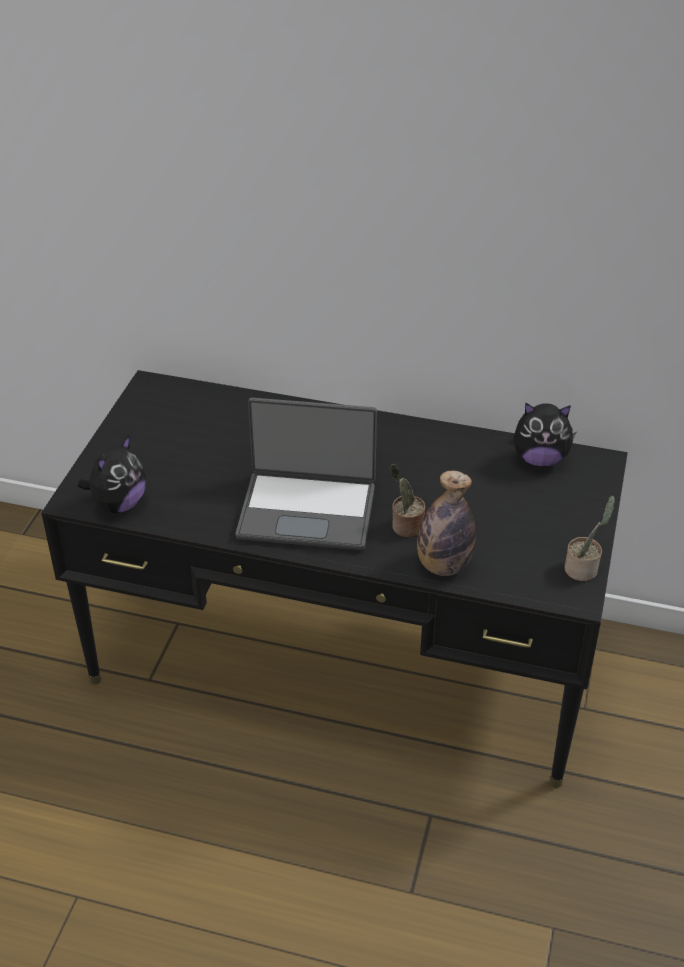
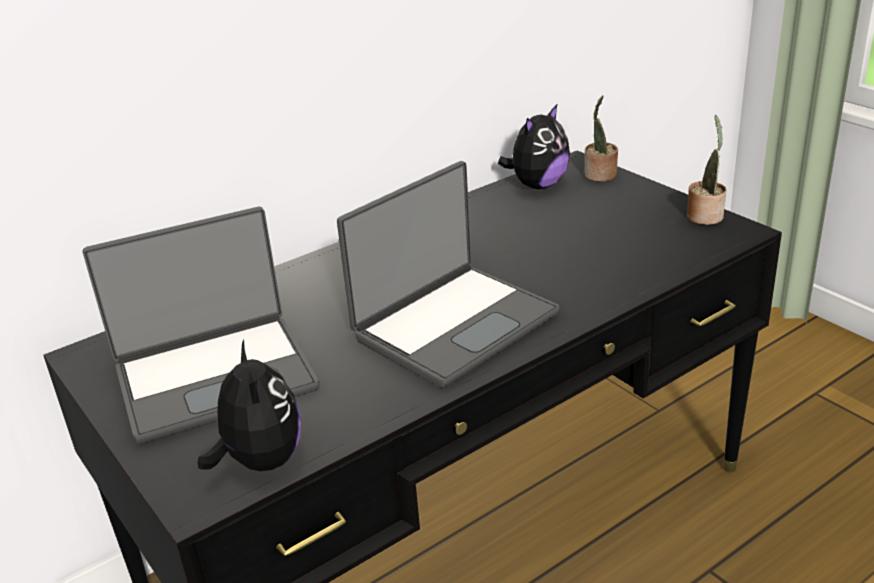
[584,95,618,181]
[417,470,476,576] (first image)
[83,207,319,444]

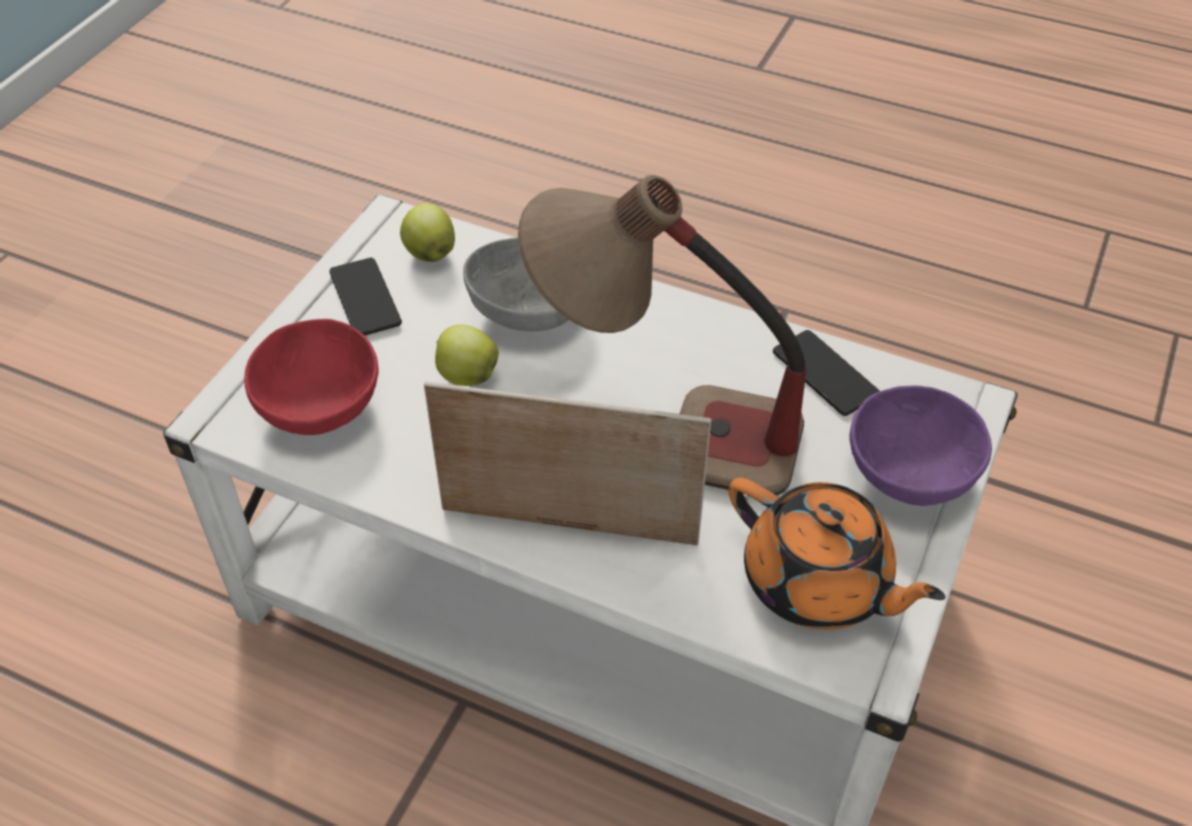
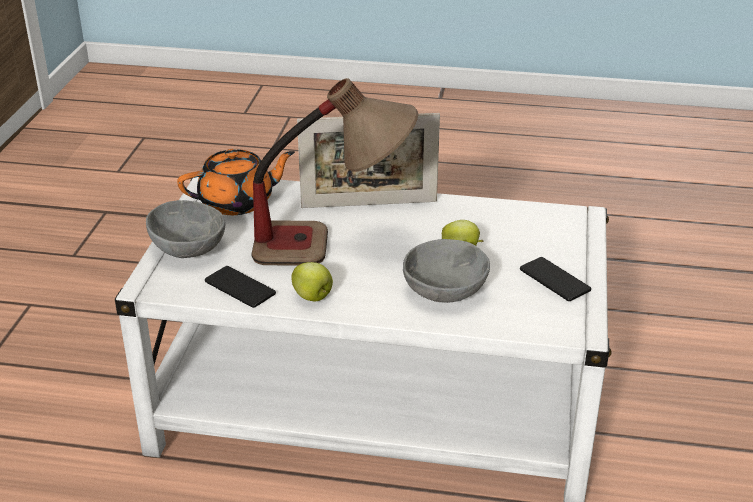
[244,319,379,435] (first image)
[291,262,333,301]
[177,149,295,215]
[146,200,225,258]

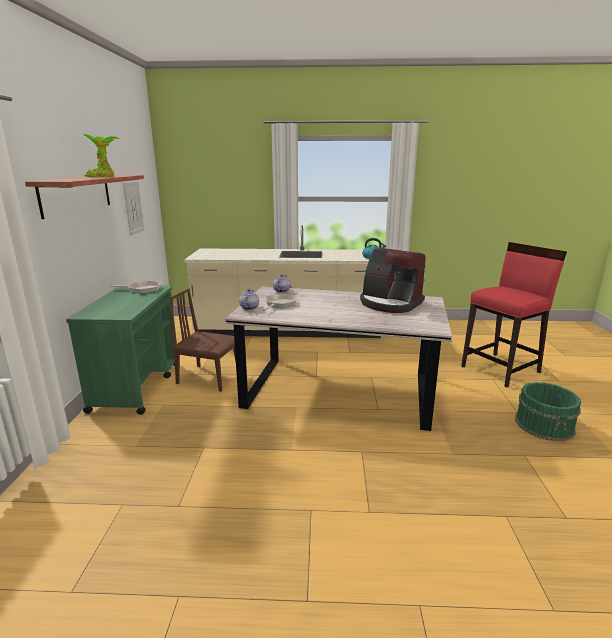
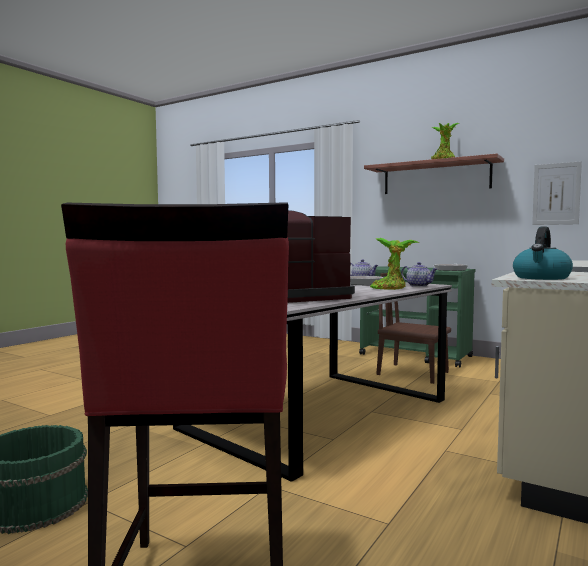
[376,273,451,384]
[370,238,419,290]

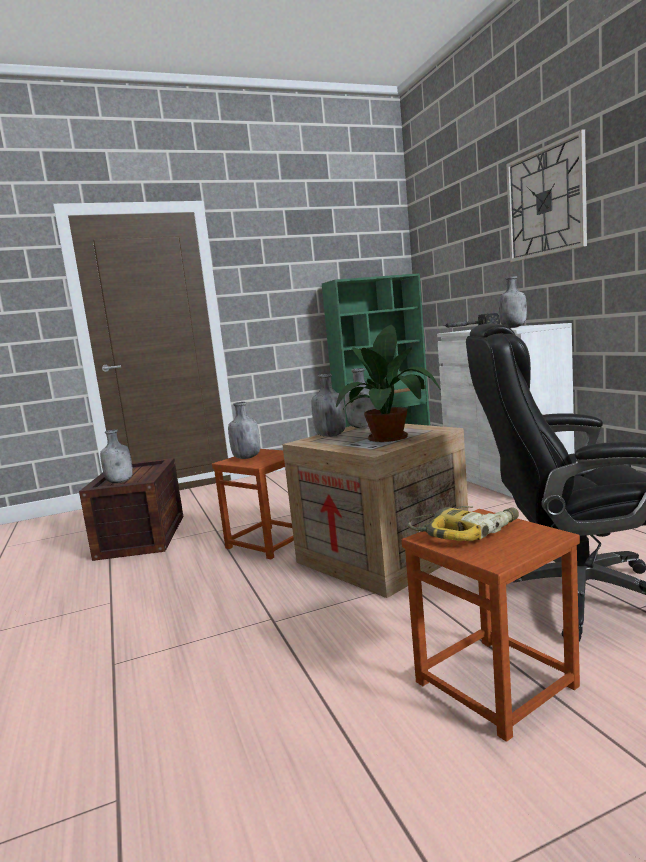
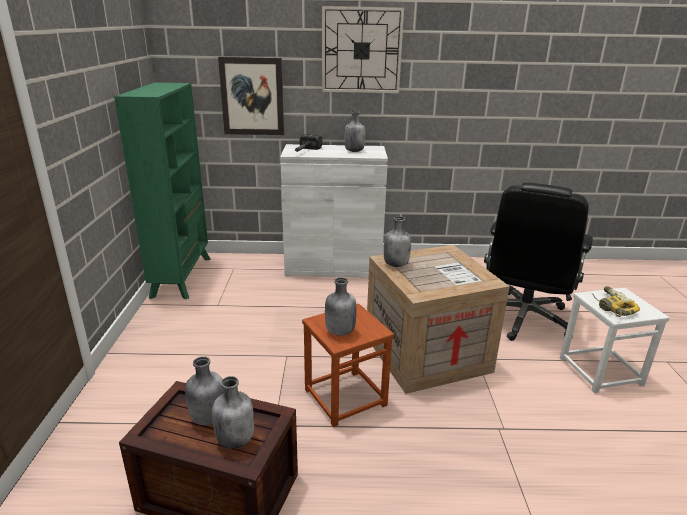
[185,356,224,425]
[336,325,441,442] (first image)
[559,288,670,393]
[218,57,284,135]

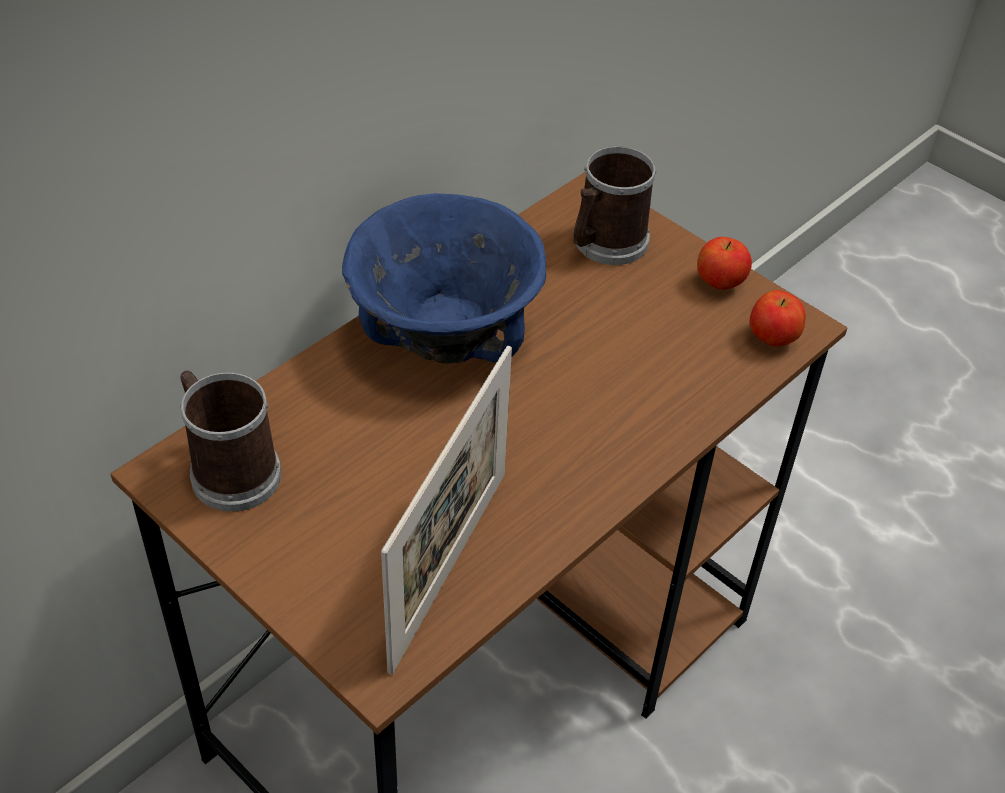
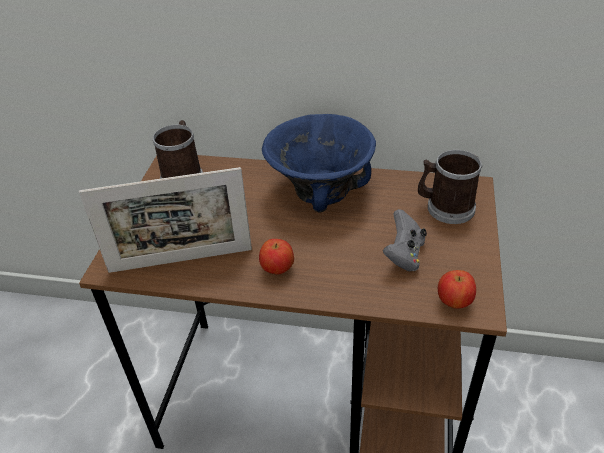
[259,239,294,275]
[383,209,427,271]

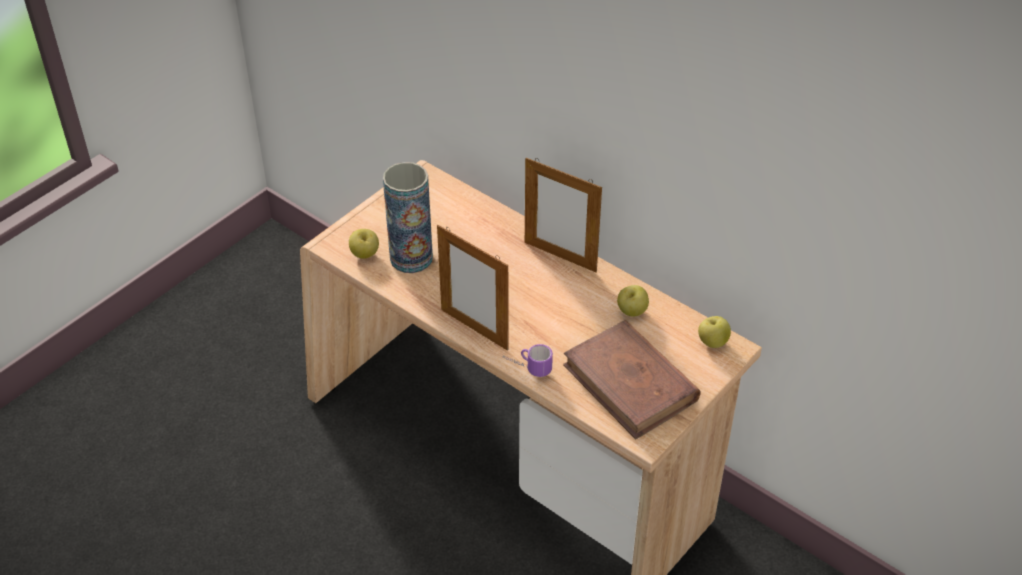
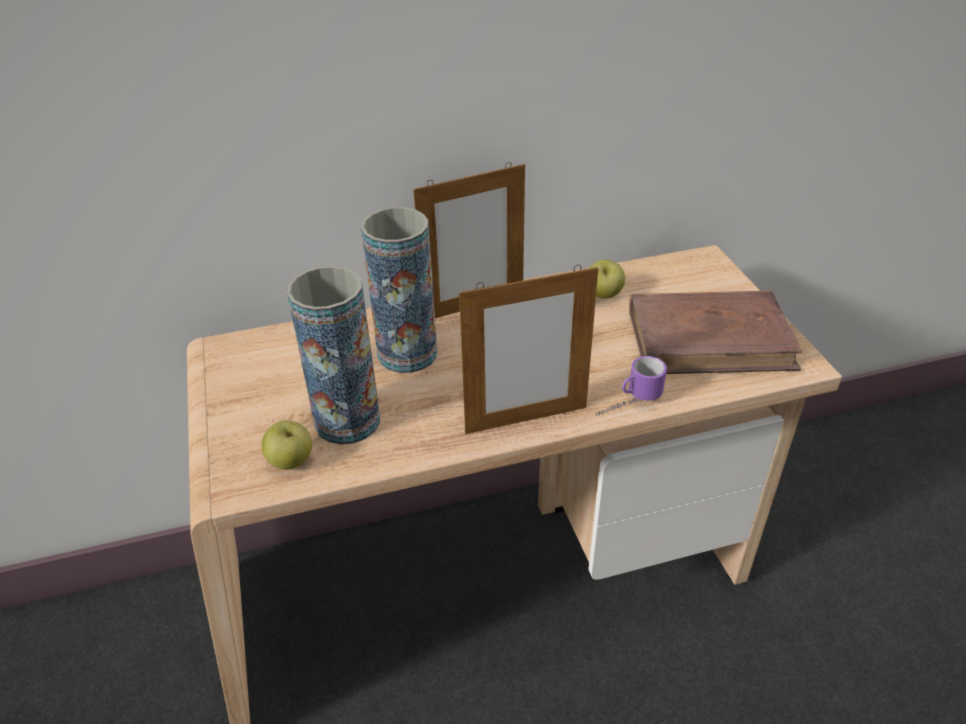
[698,316,731,348] (first image)
[361,207,437,373]

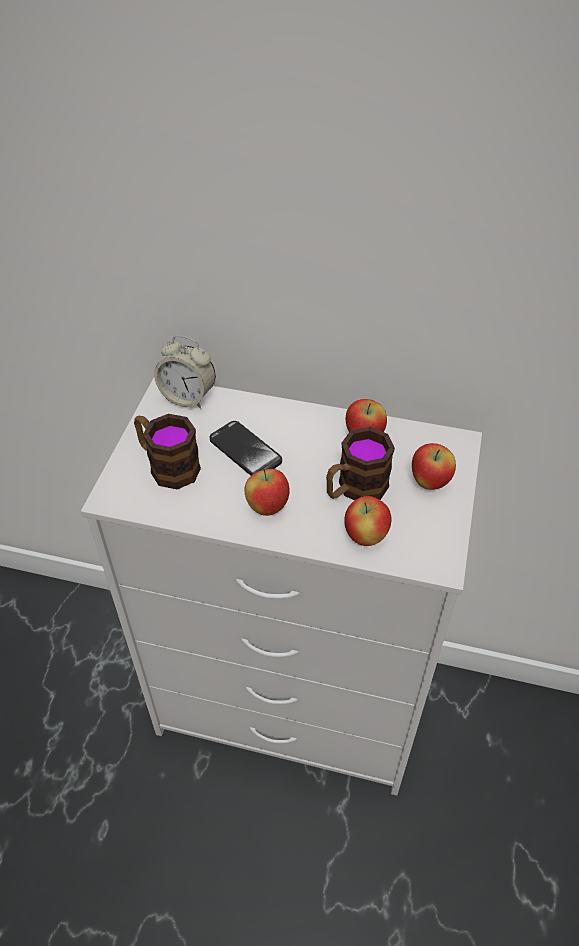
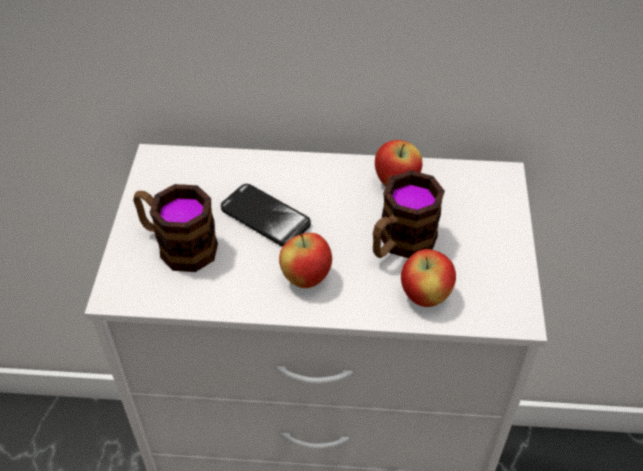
[154,336,216,409] (first image)
[412,443,456,490] (first image)

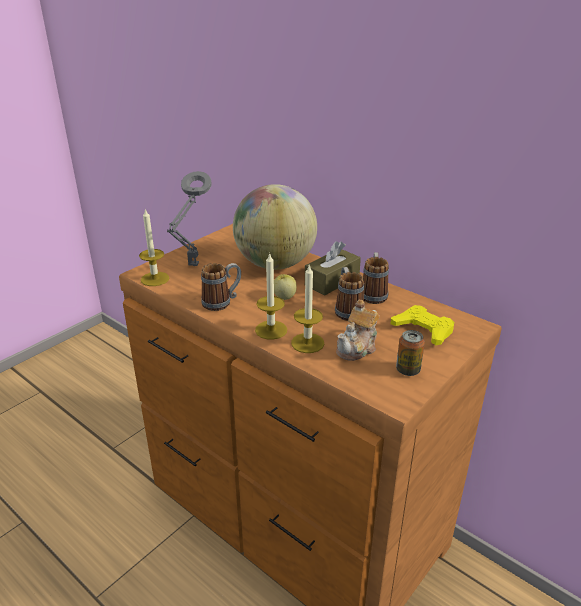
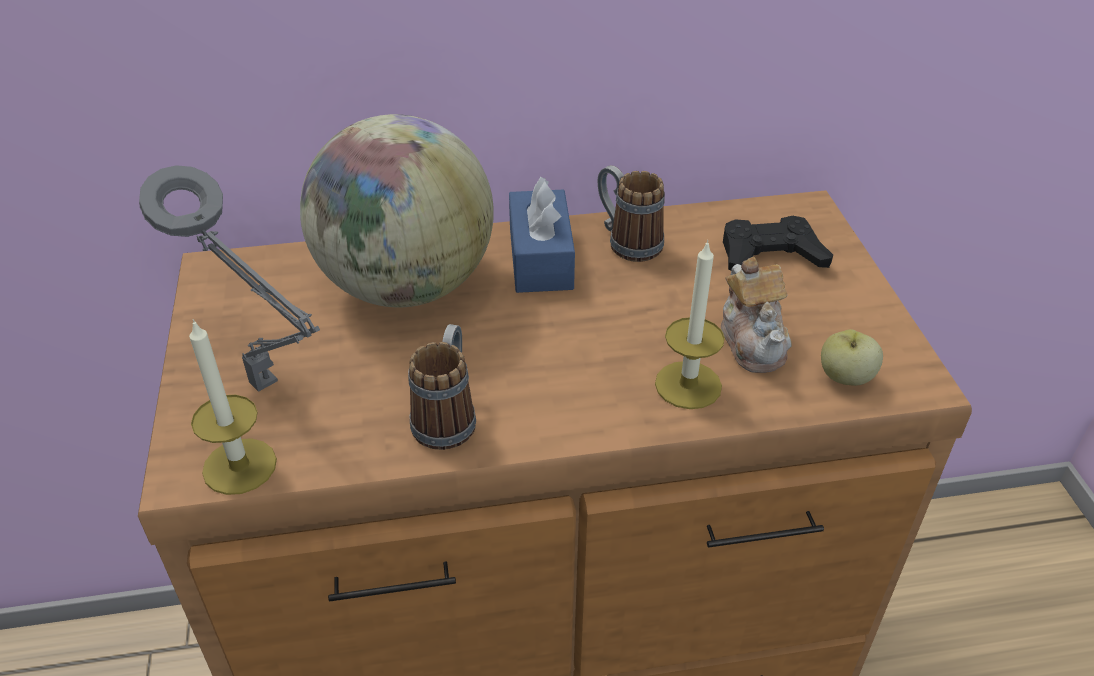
[255,252,287,340] (first image)
[821,329,883,386]
[509,177,575,293]
[335,267,364,321] (first image)
[723,216,833,271]
[396,330,425,376] (first image)

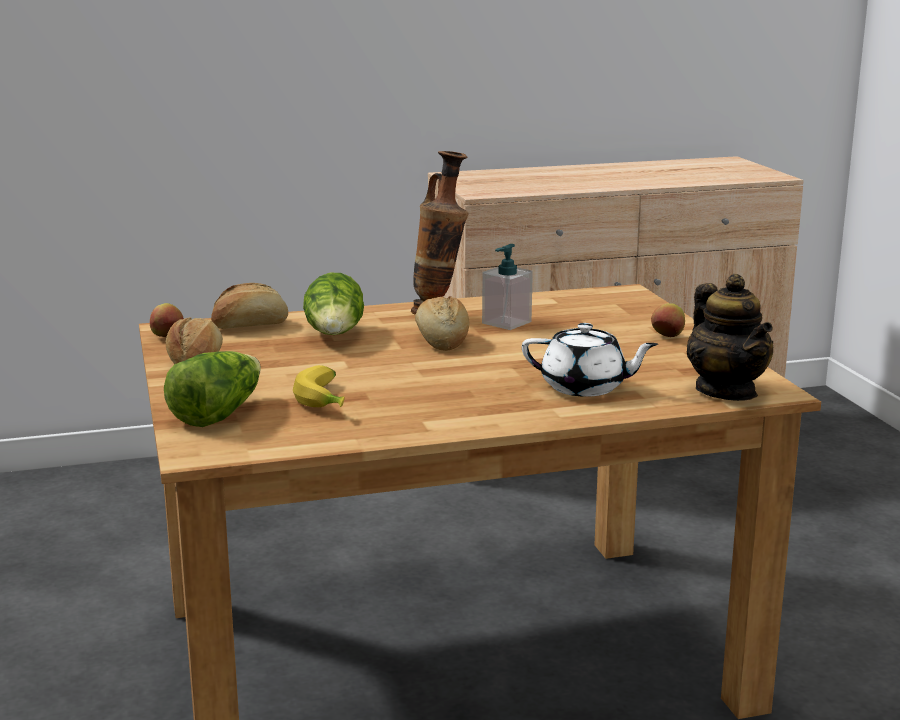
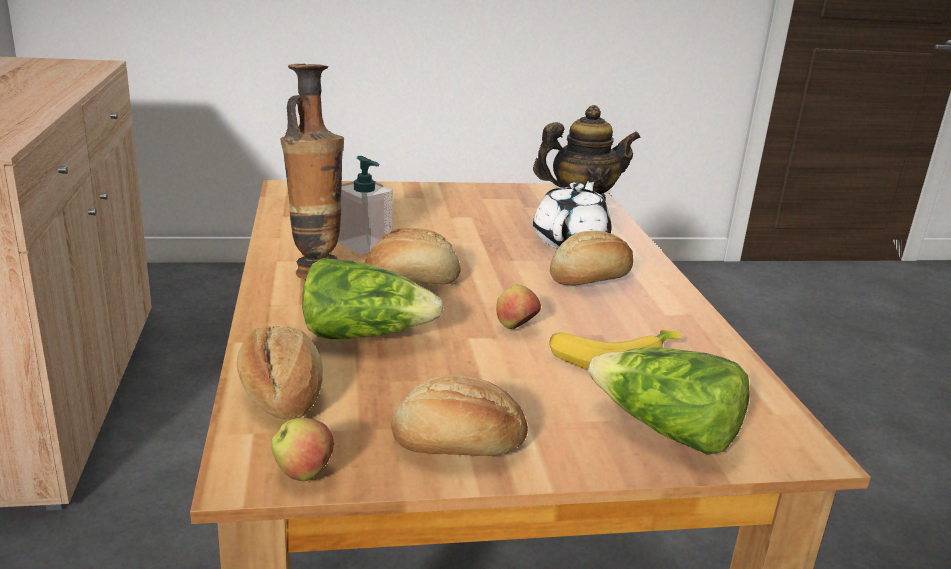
[496,285,541,329]
[550,231,633,285]

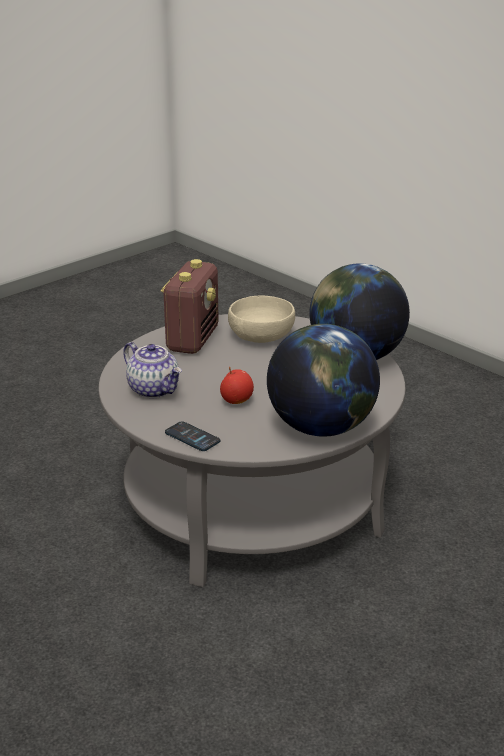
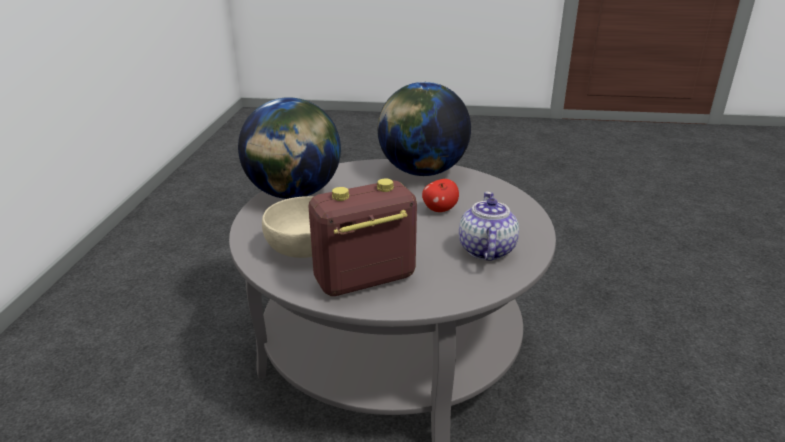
[165,421,220,451] (first image)

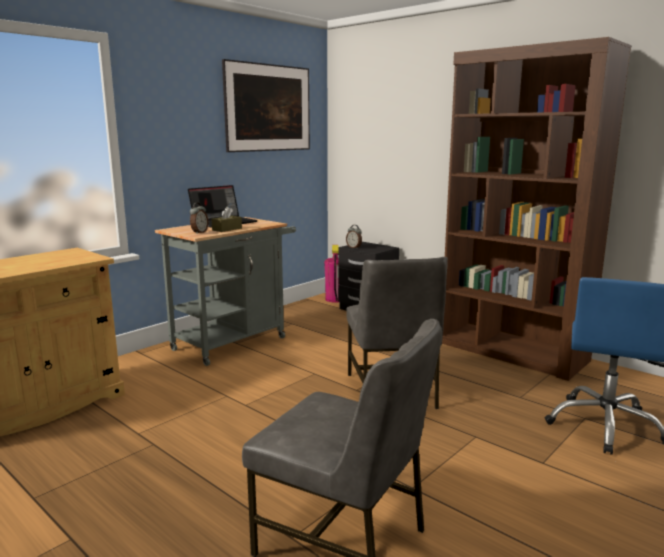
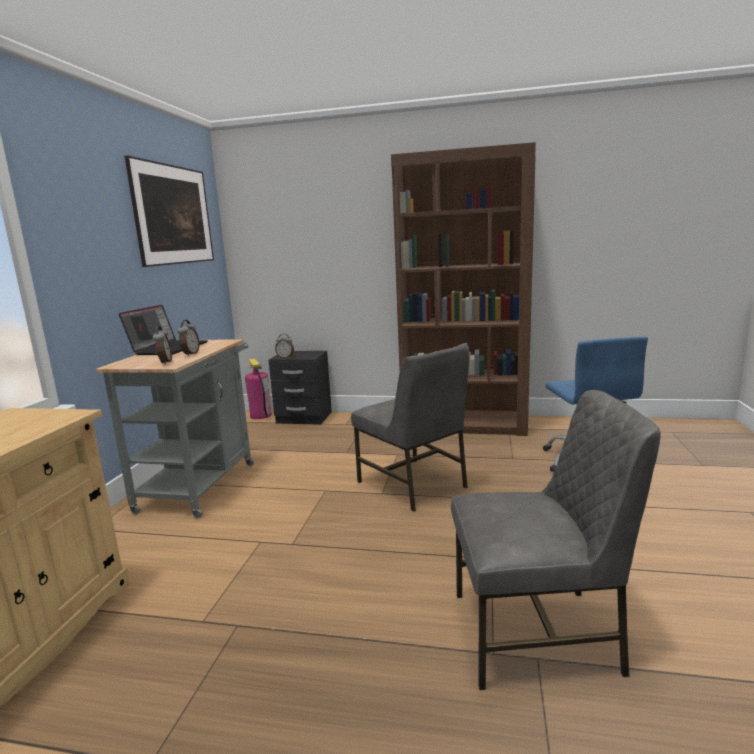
[177,320,200,356]

